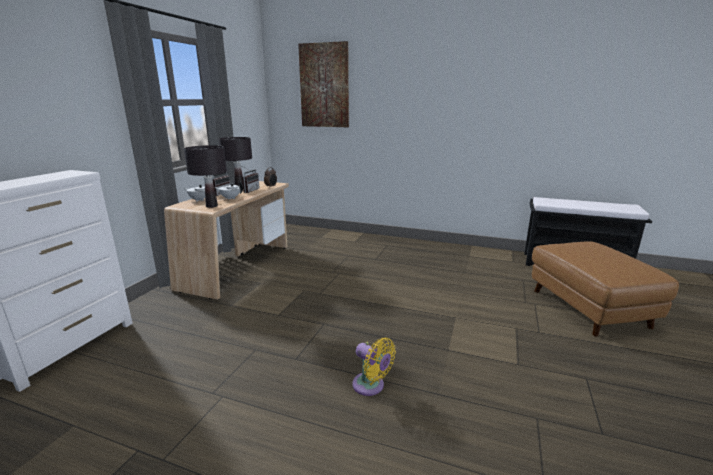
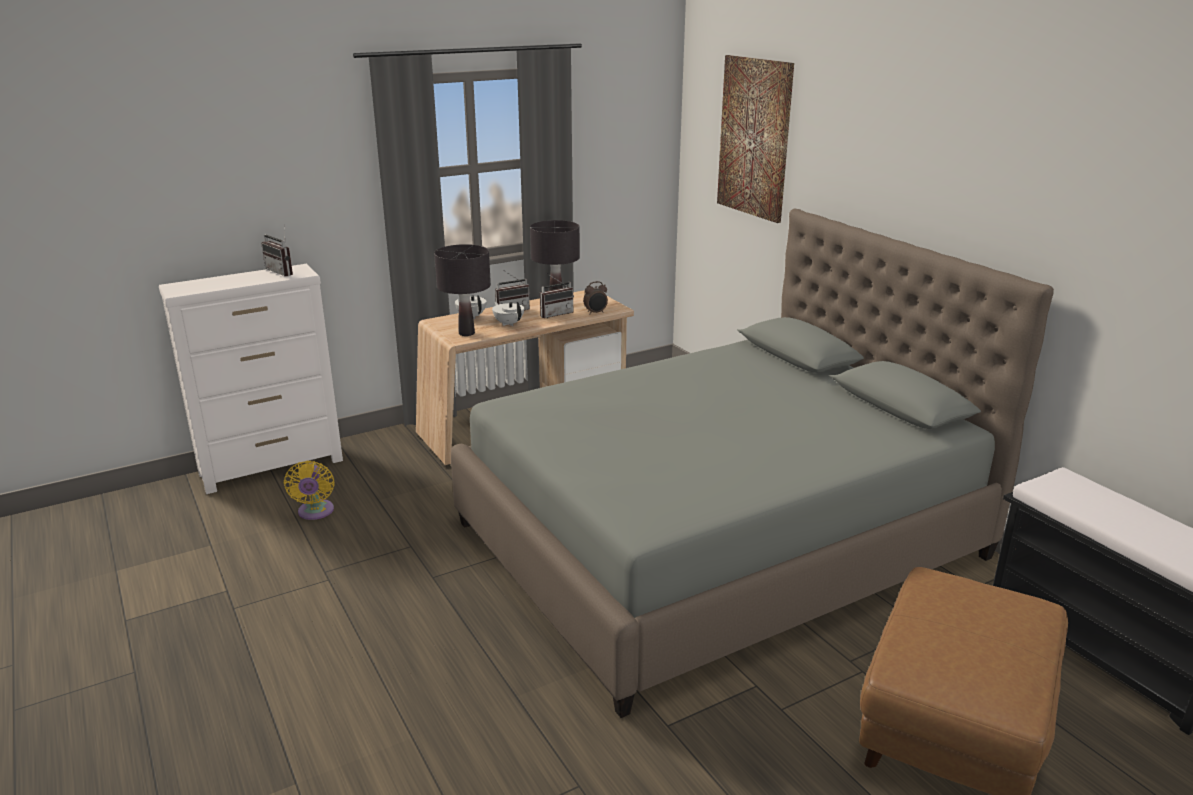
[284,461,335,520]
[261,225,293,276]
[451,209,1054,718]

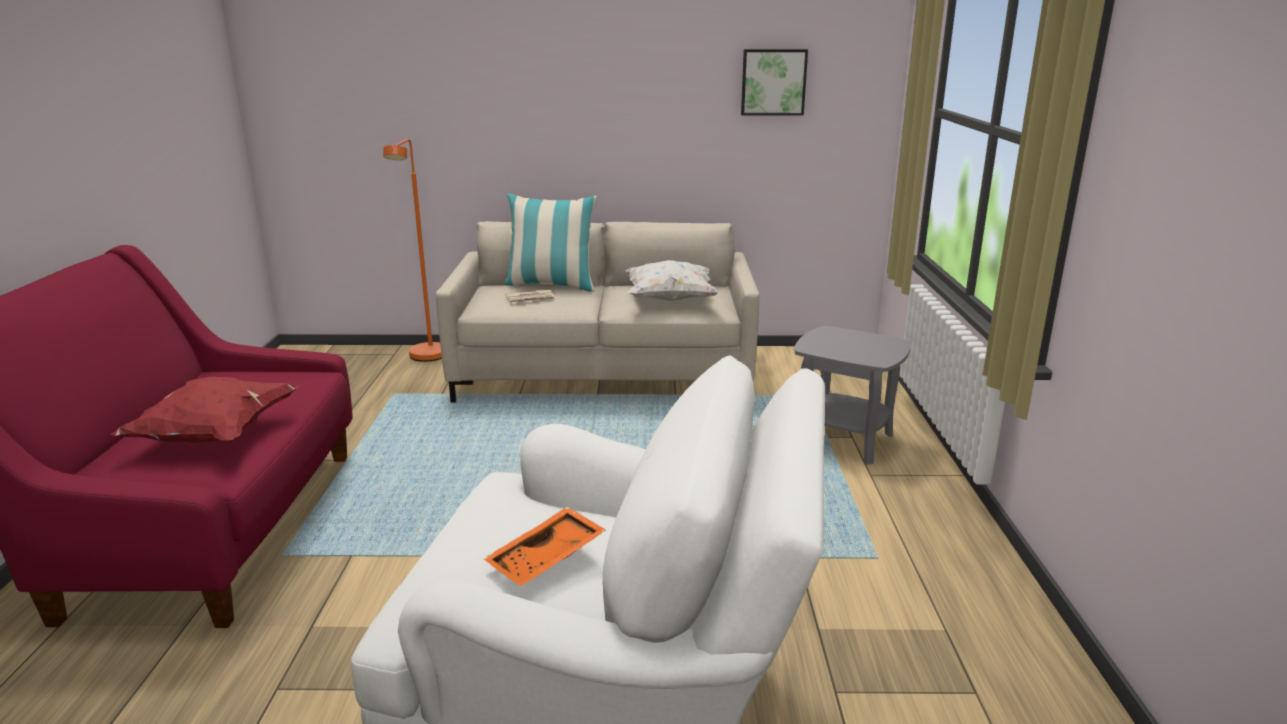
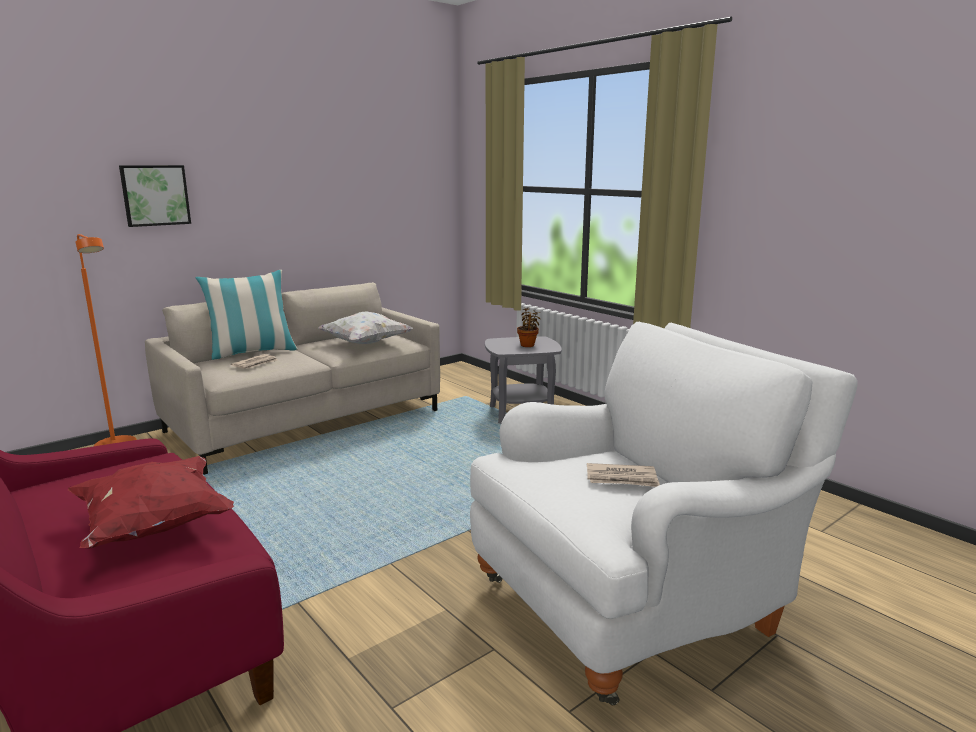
[587,463,660,487]
[119,165,191,227]
[517,307,541,347]

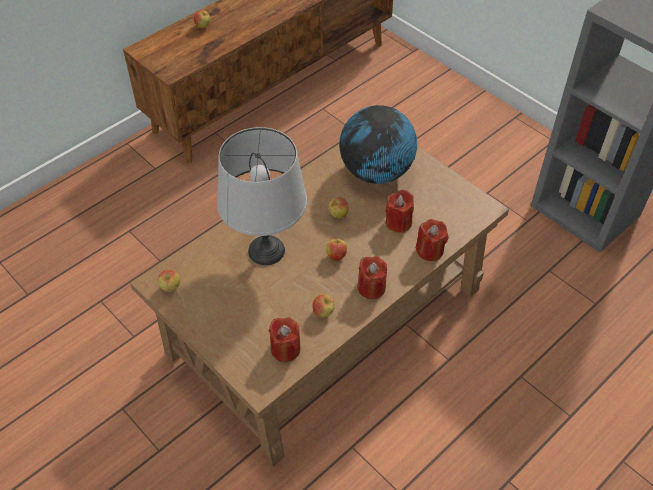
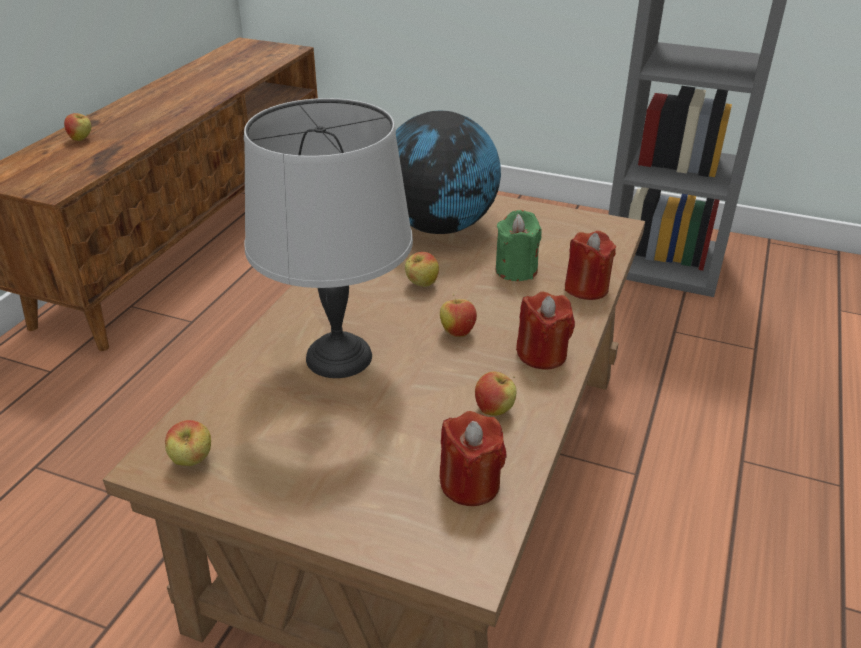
[495,210,542,281]

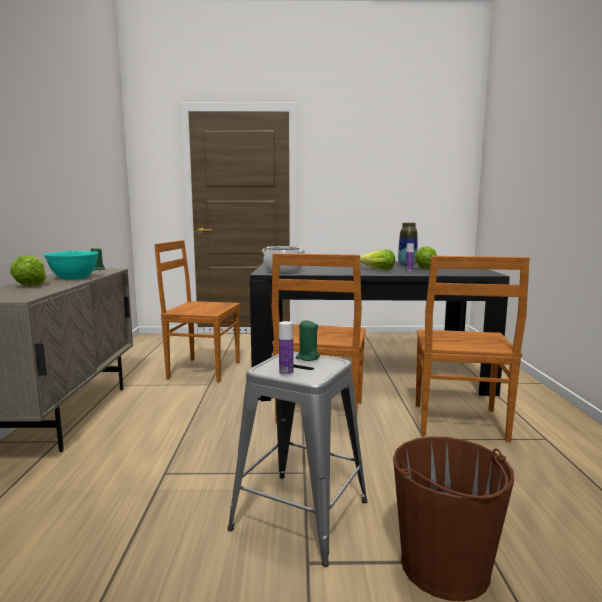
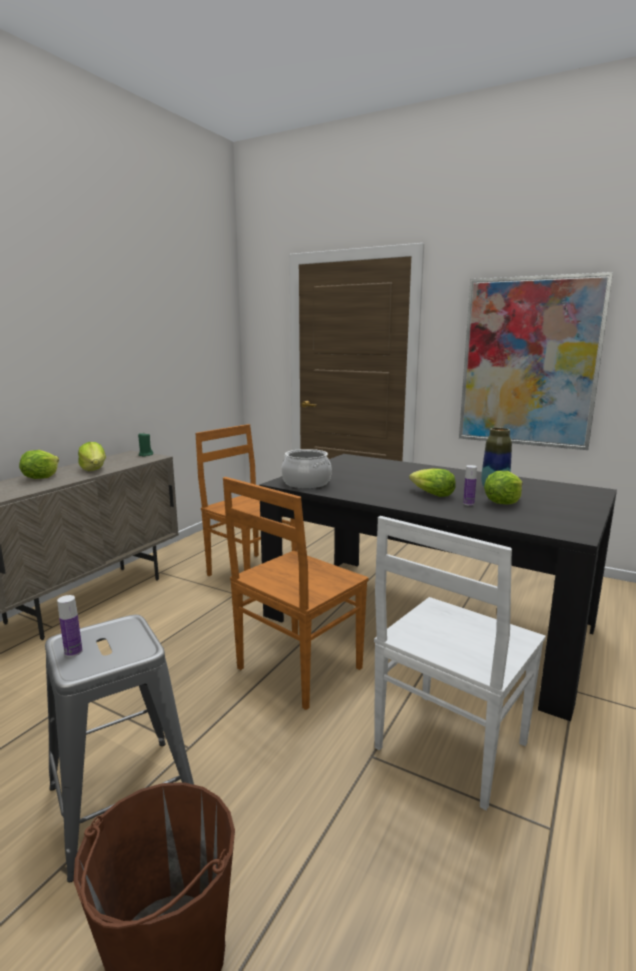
[78,442,106,471]
[296,320,320,361] (first image)
[374,516,546,811]
[459,272,613,450]

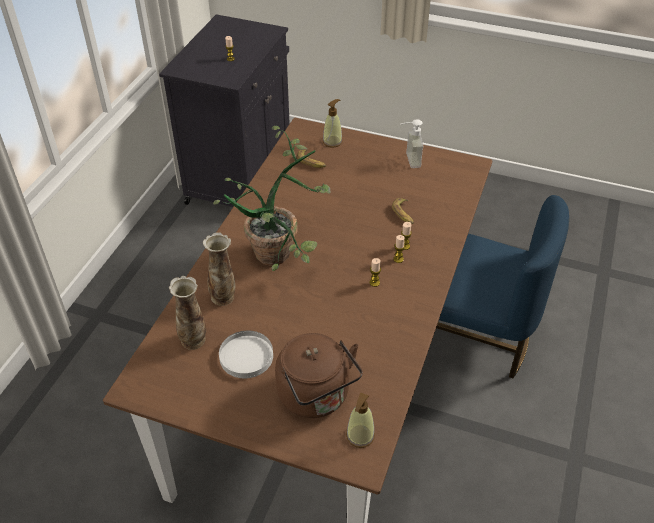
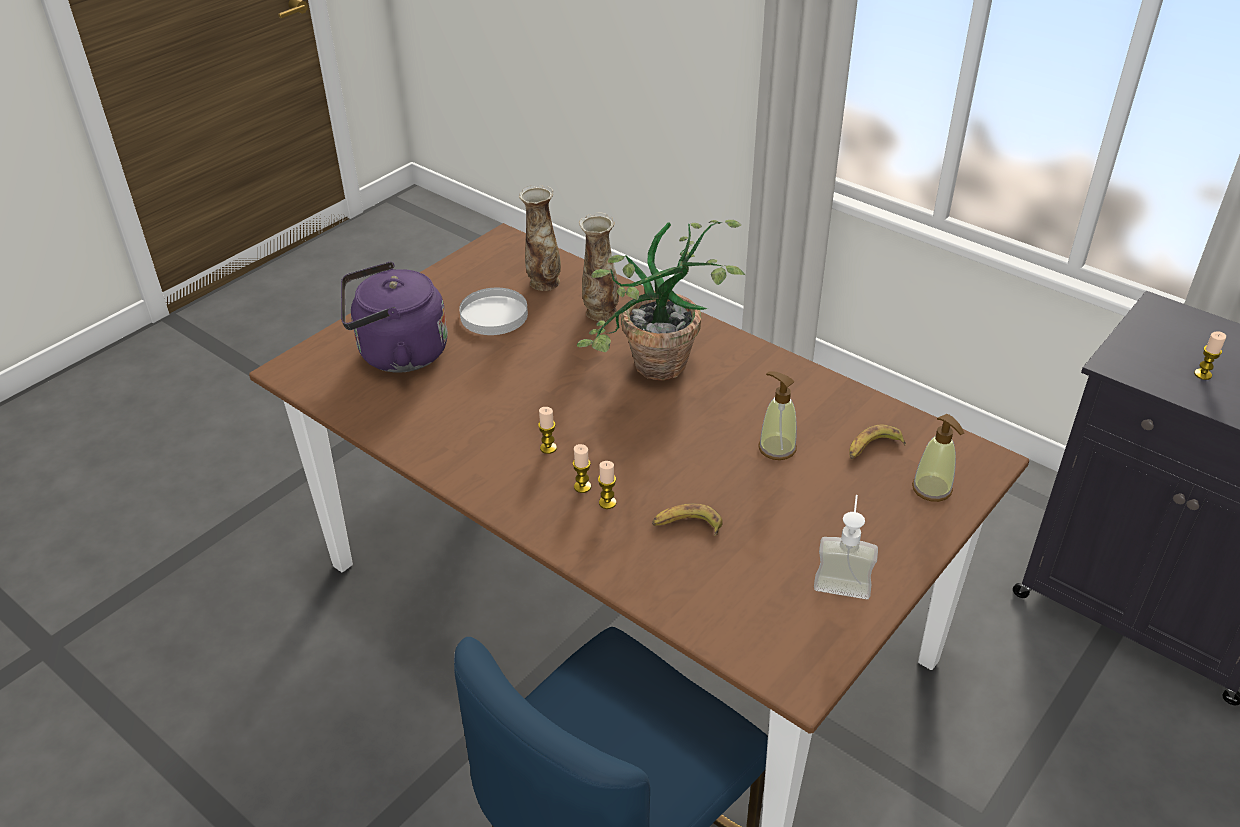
[341,262,448,372]
[758,371,797,460]

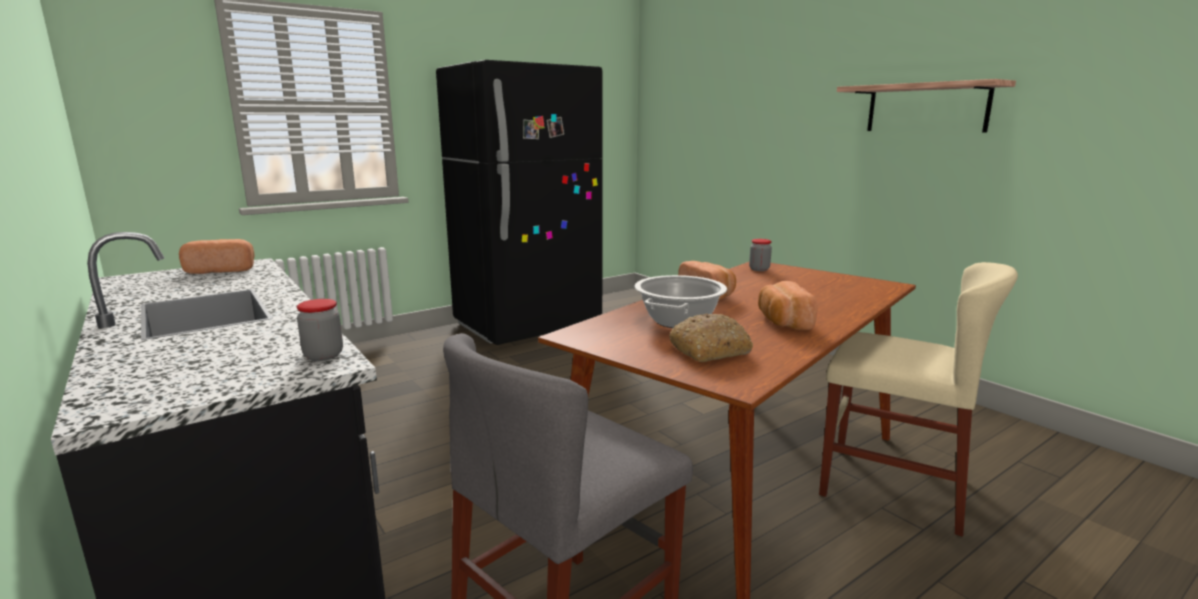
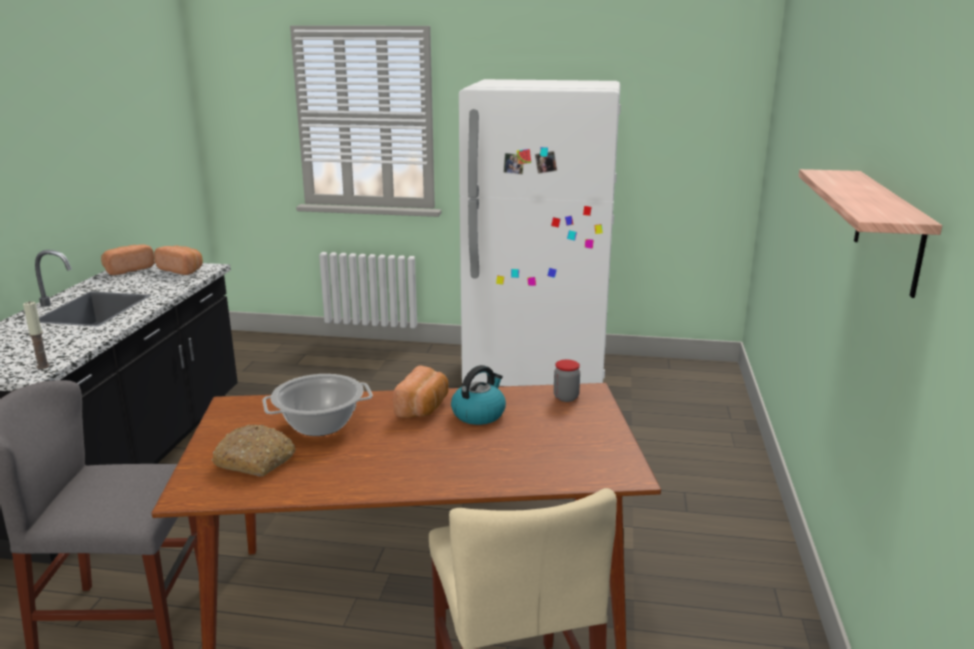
[23,302,50,369]
[459,79,621,386]
[101,244,155,275]
[451,365,506,425]

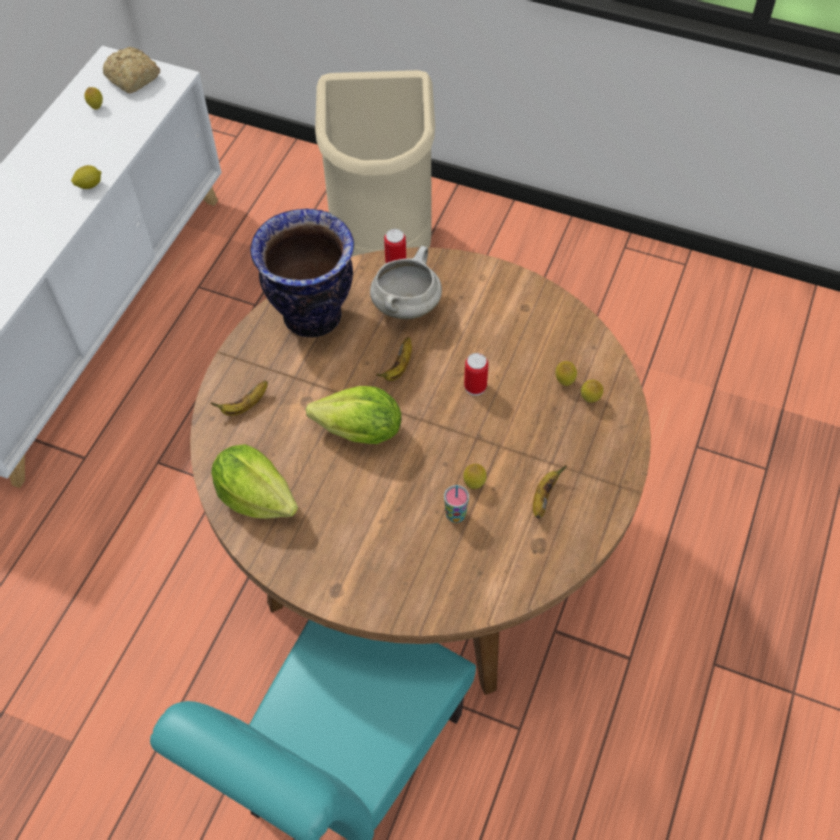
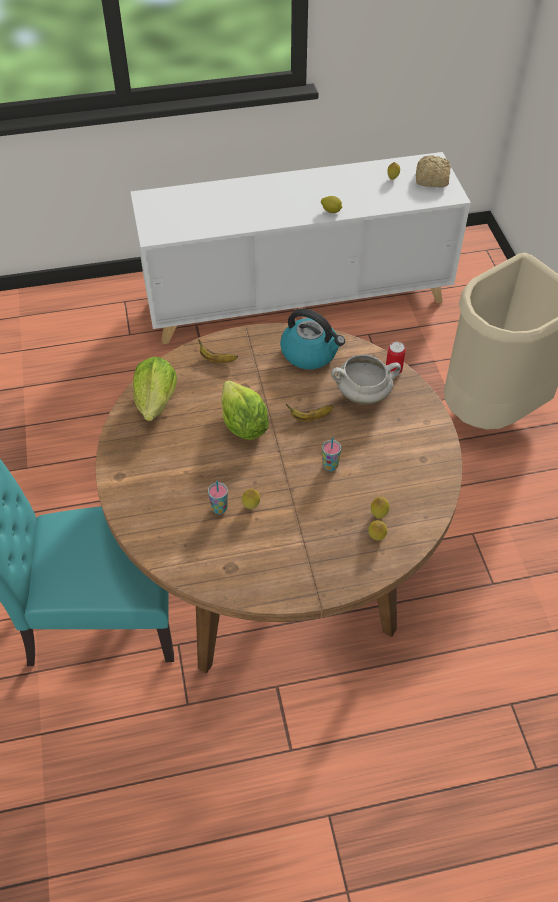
[280,309,345,369]
[322,437,341,471]
[533,465,567,518] (first image)

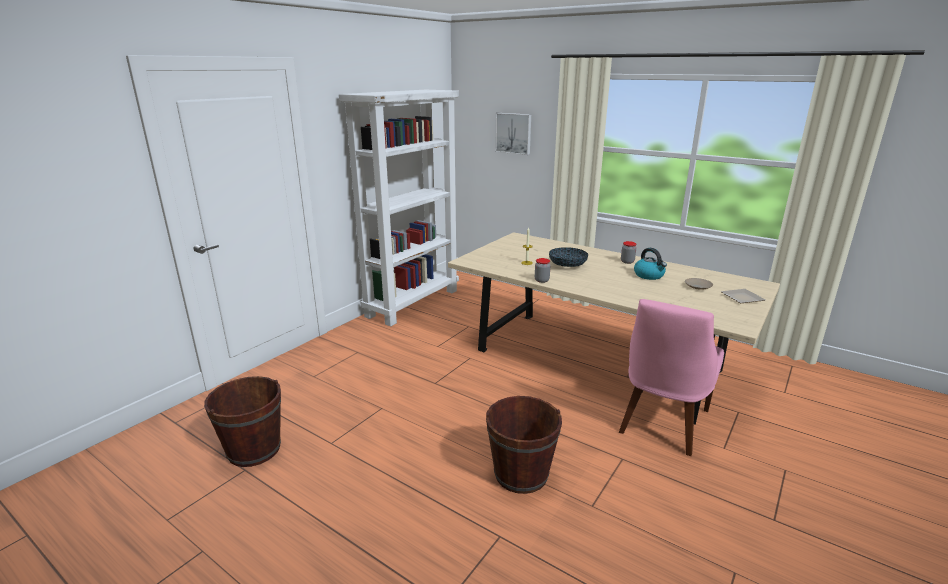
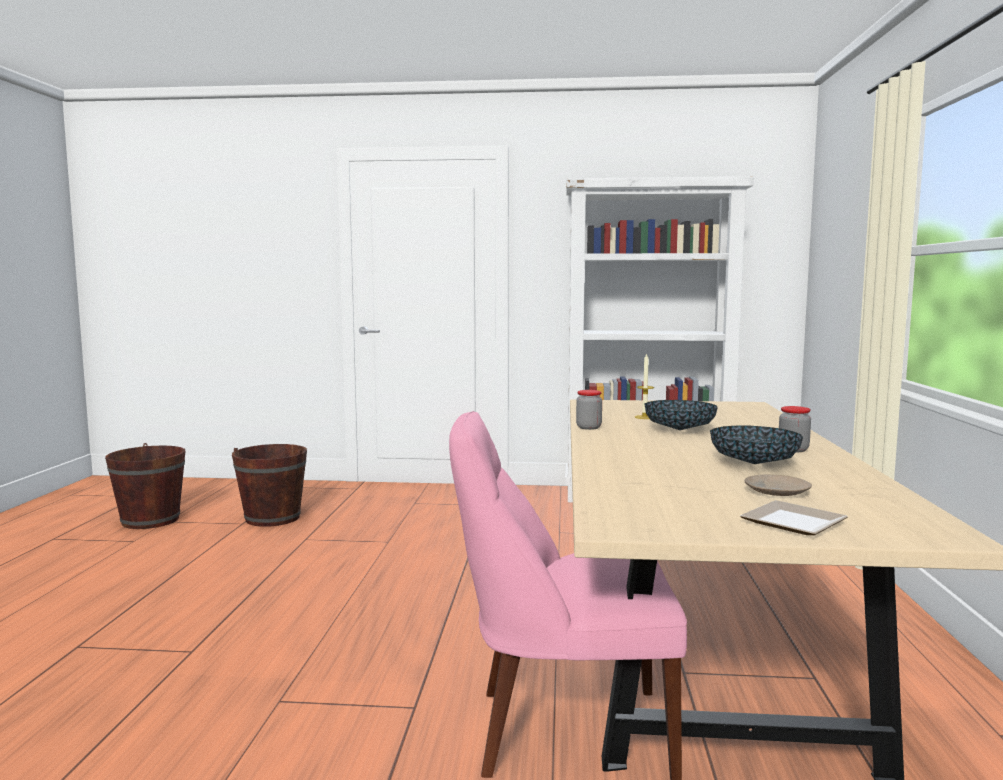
[105,443,185,529]
[495,113,531,155] (first image)
[710,426,803,464]

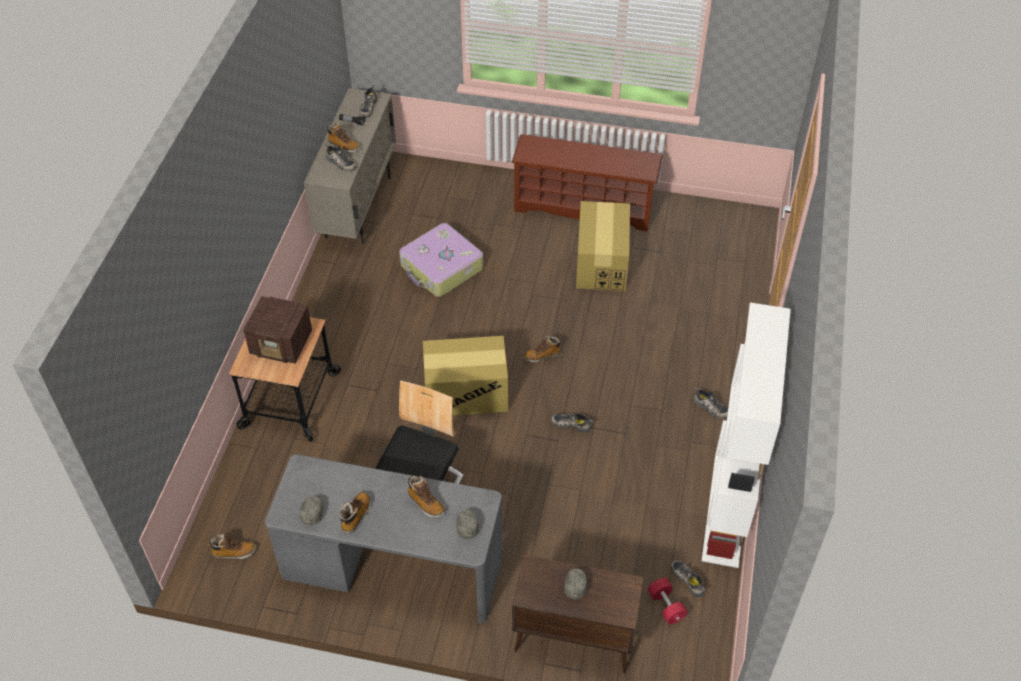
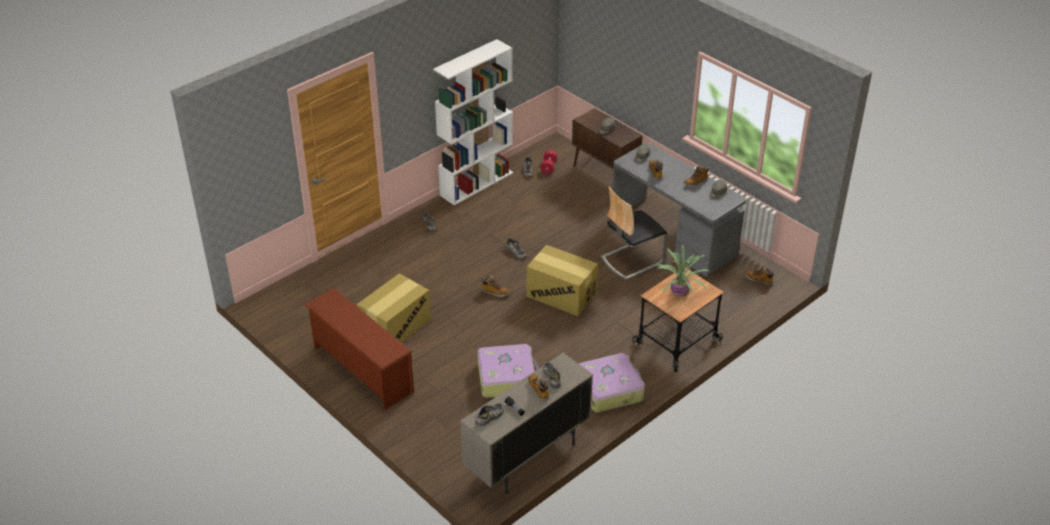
[656,245,710,296]
[579,353,645,413]

